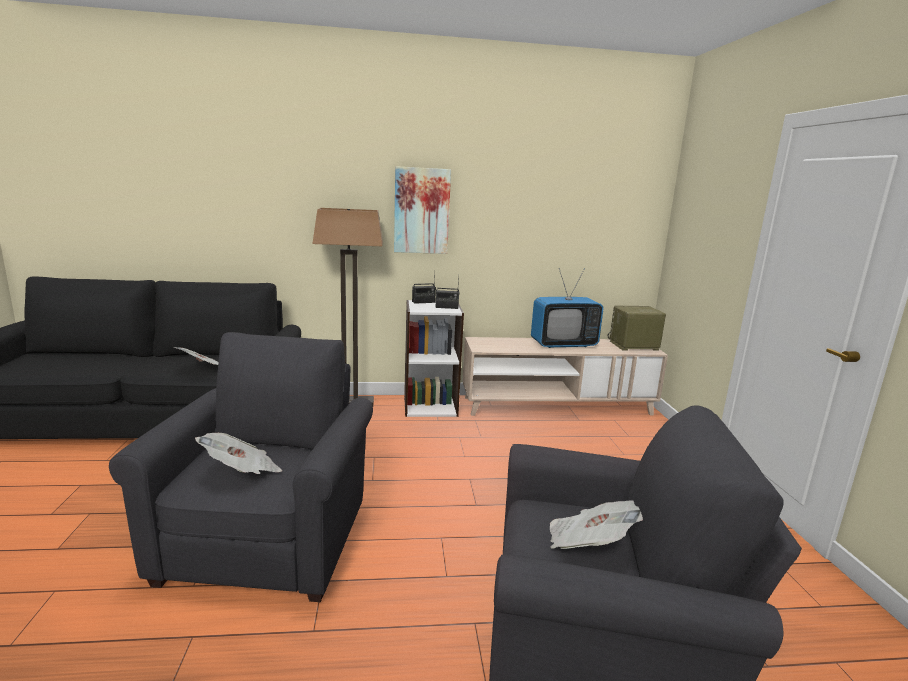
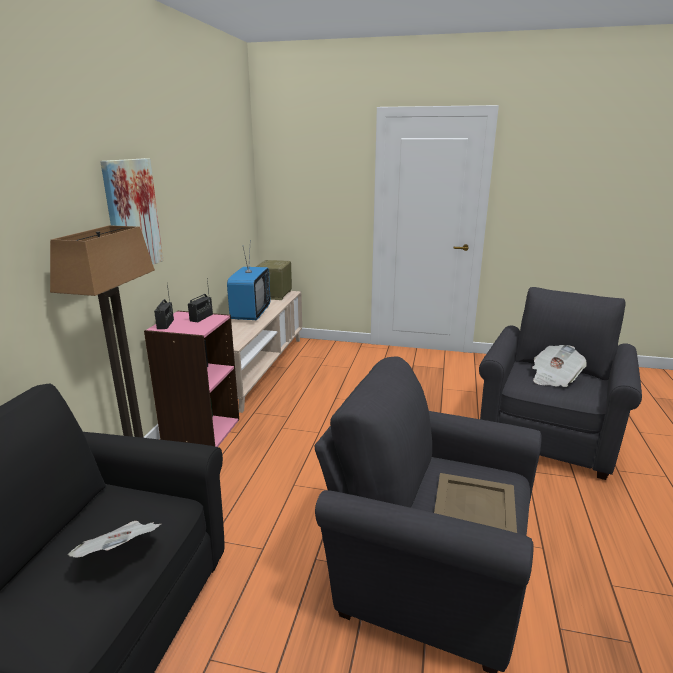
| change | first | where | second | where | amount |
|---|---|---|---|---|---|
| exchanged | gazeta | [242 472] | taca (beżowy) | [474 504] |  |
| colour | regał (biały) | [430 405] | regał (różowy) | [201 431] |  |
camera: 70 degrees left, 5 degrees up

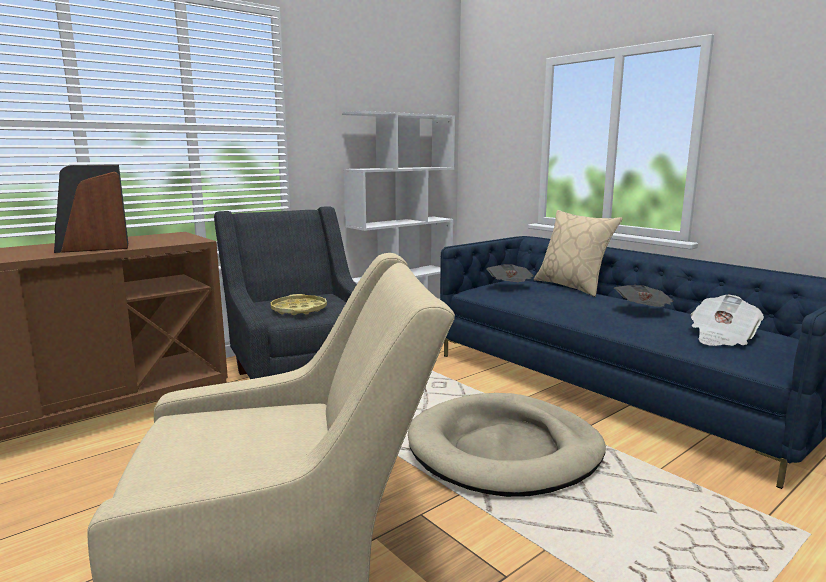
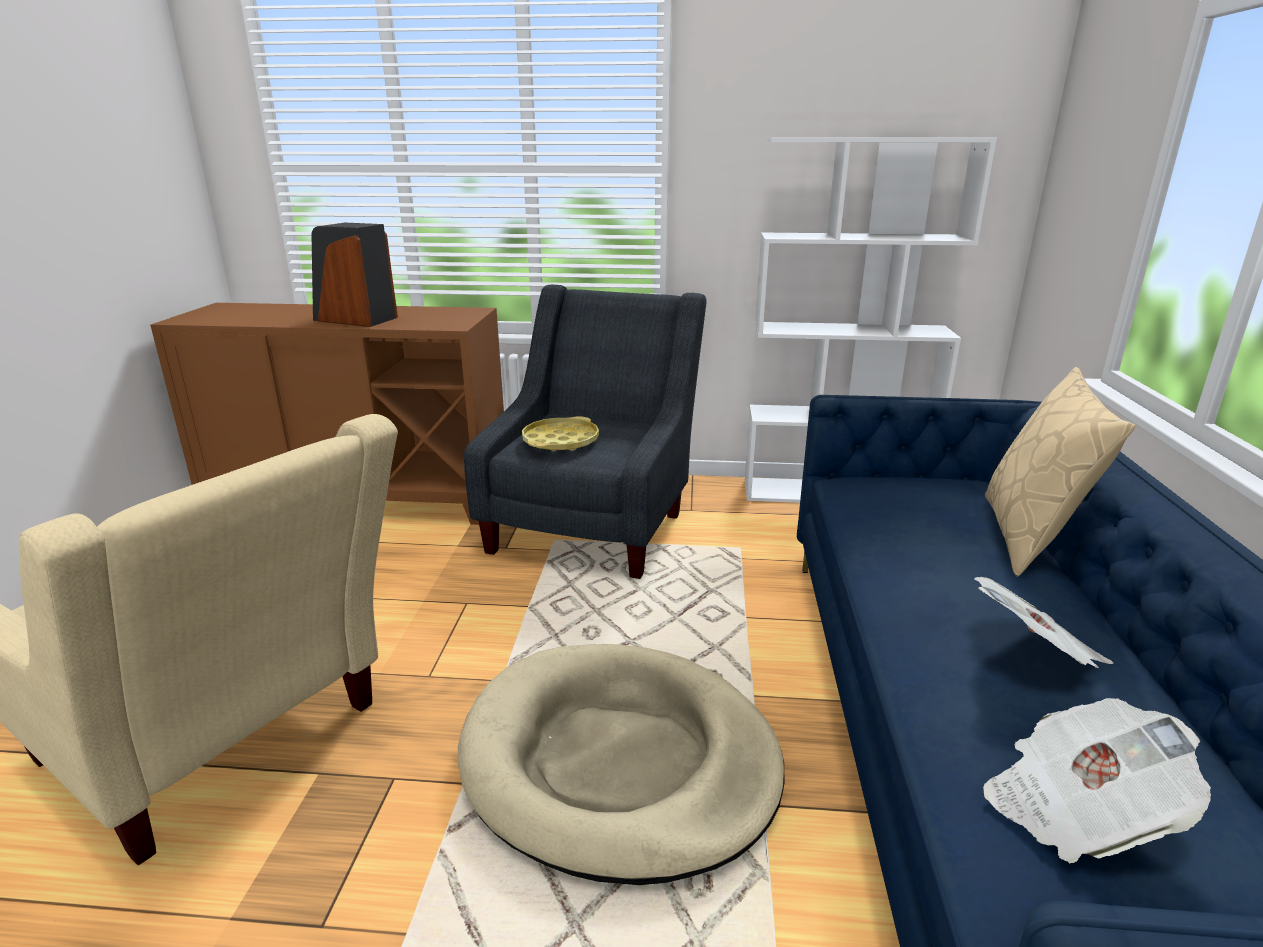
| change | first | where | second | where | amount |
|---|---|---|---|---|---|
| missing | gazeta | [510 286] |  |  |  |
camera: 45 degrees right, 10 degrees up

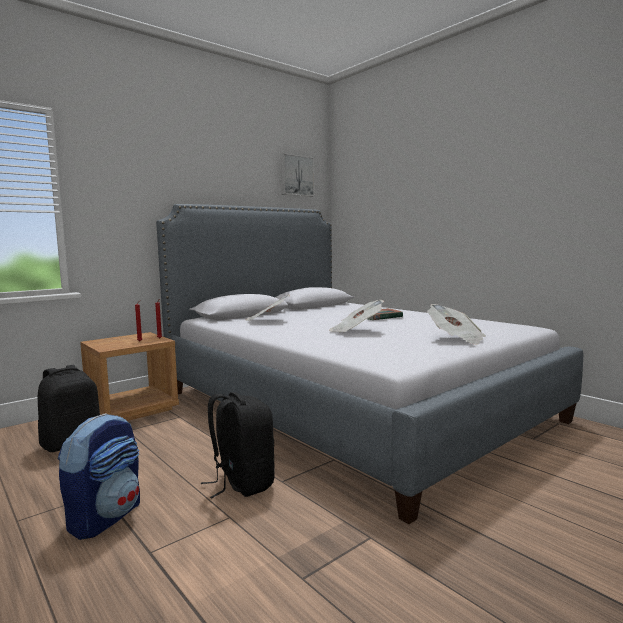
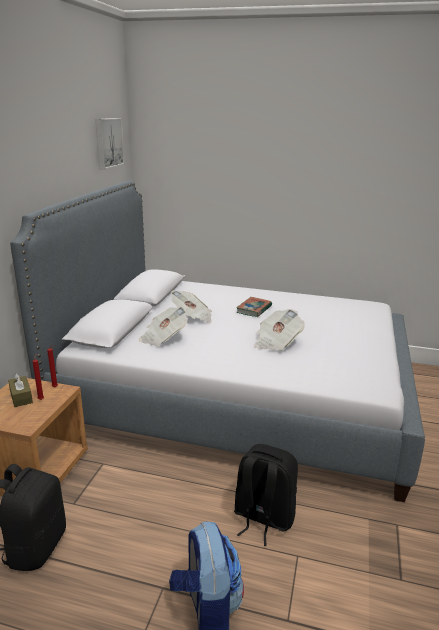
| change | first | where | second | where | amount |
|---|---|---|---|---|---|
| appeared |  |  | pudełko chusteczek (brązowy) | [21 397] |  |
| relocated | gazeta | [456 339] |  | [192 317] |  |
camera: 35 degrees left, 15 degrees up

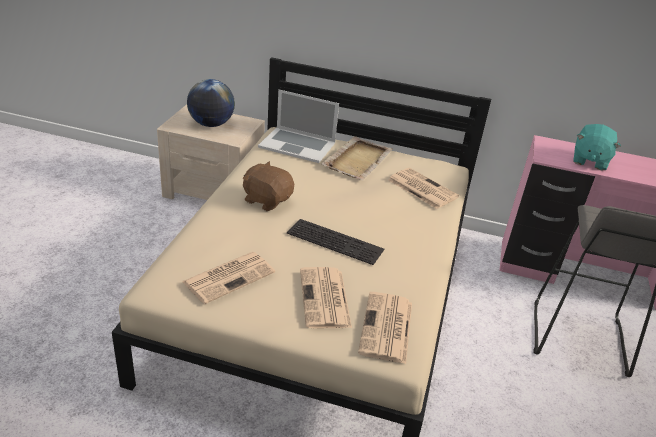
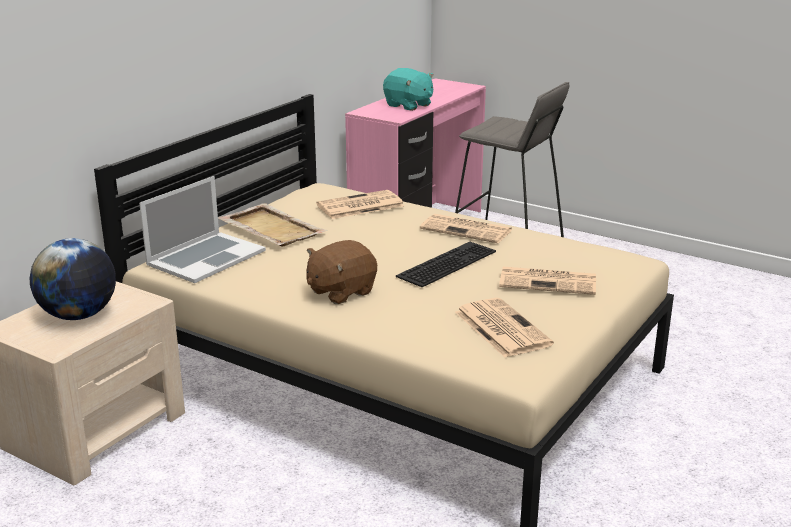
| change | first | where | second | where | amount |
|---|---|---|---|---|---|
| relocated | gazeta | [386 328] |  | [467 229] |  |
camera: 70 degrees left, 10 degrees down

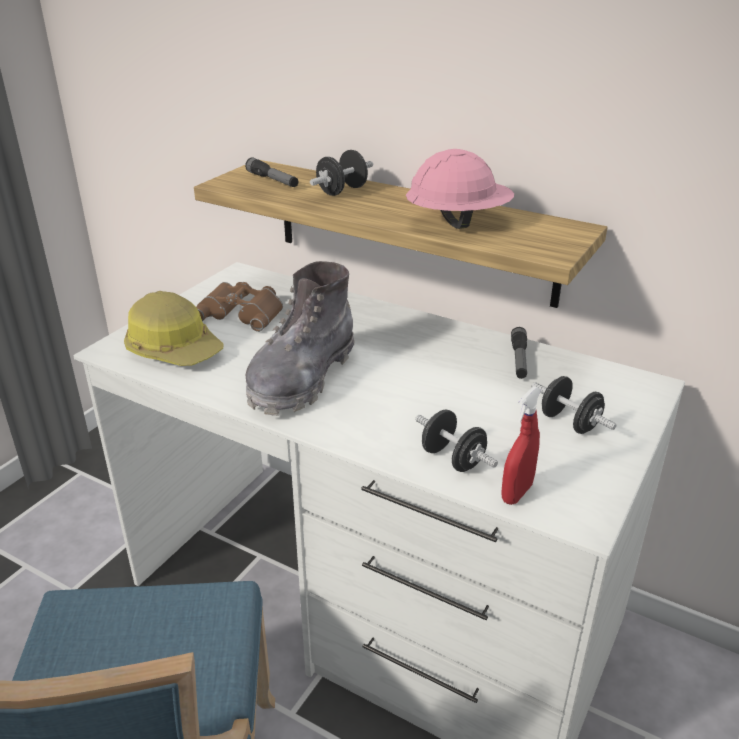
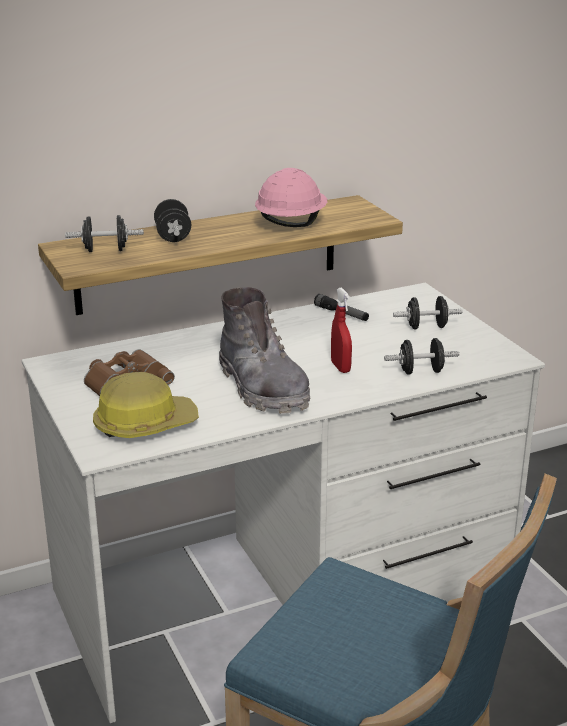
| change | first | where | second | where | amount |
|---|---|---|---|---|---|
| relocated | spryskiwacz (czerwony) | [517 493] |  | [340 367] |  |
| exchanged | latarka | [272 180] | hantel (czarny) | [105 250] |  |
camera: 55 degrees left, 5 degrees down

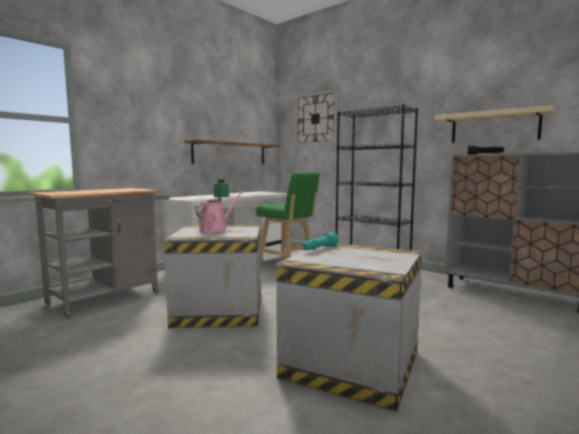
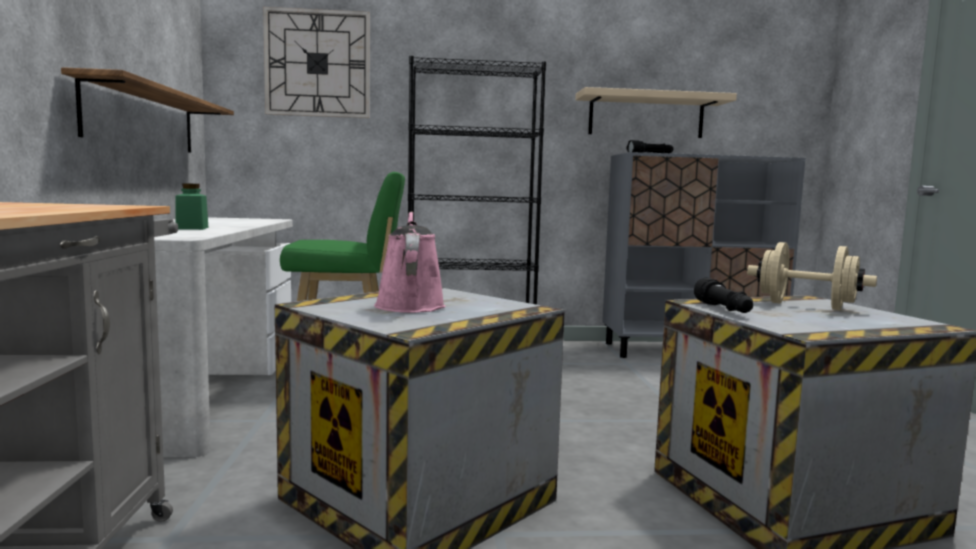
| change | first | where | second | where | amount |
|---|---|---|---|---|---|
| appeared |  |  | hantel (beżowy) | [806 306] |  |
| colour | latarka (turkusowy) | [319 249] | latarka (czarny) | [723 310] |  |
camera: 45 degrees left, 0 degrees up

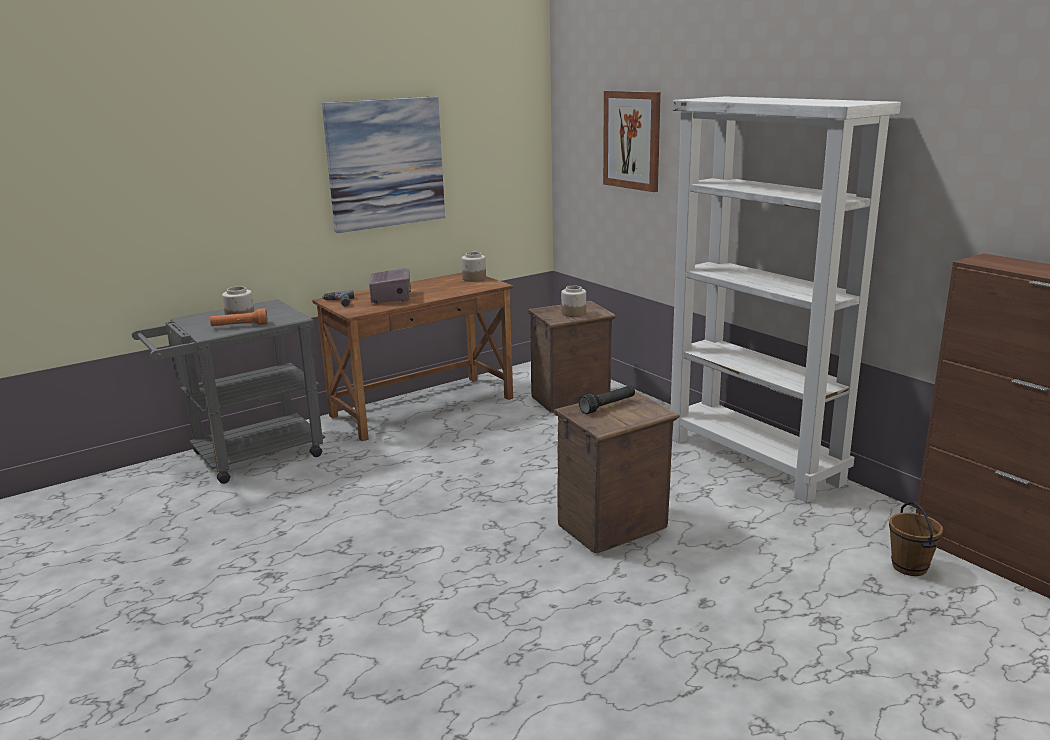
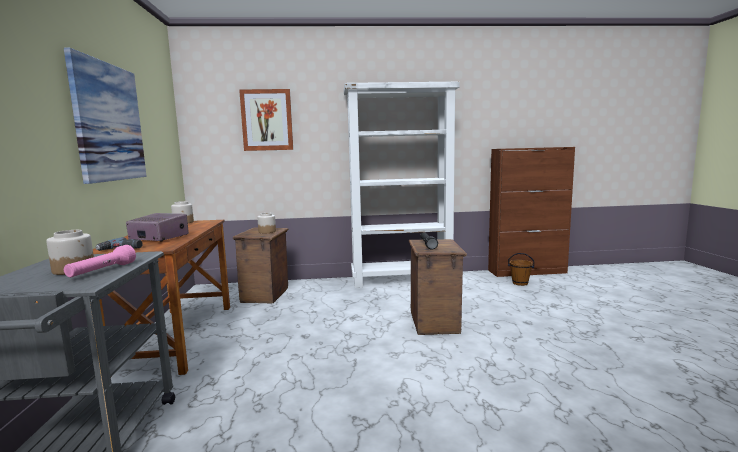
| change | first | where | second | where | amount |
|---|---|---|---|---|---|
| colour | latarka (pomarańczowy) | [240 326] | latarka (różowy) | [102 271] |  |
camera: 60 degrees left, 10 degrees down

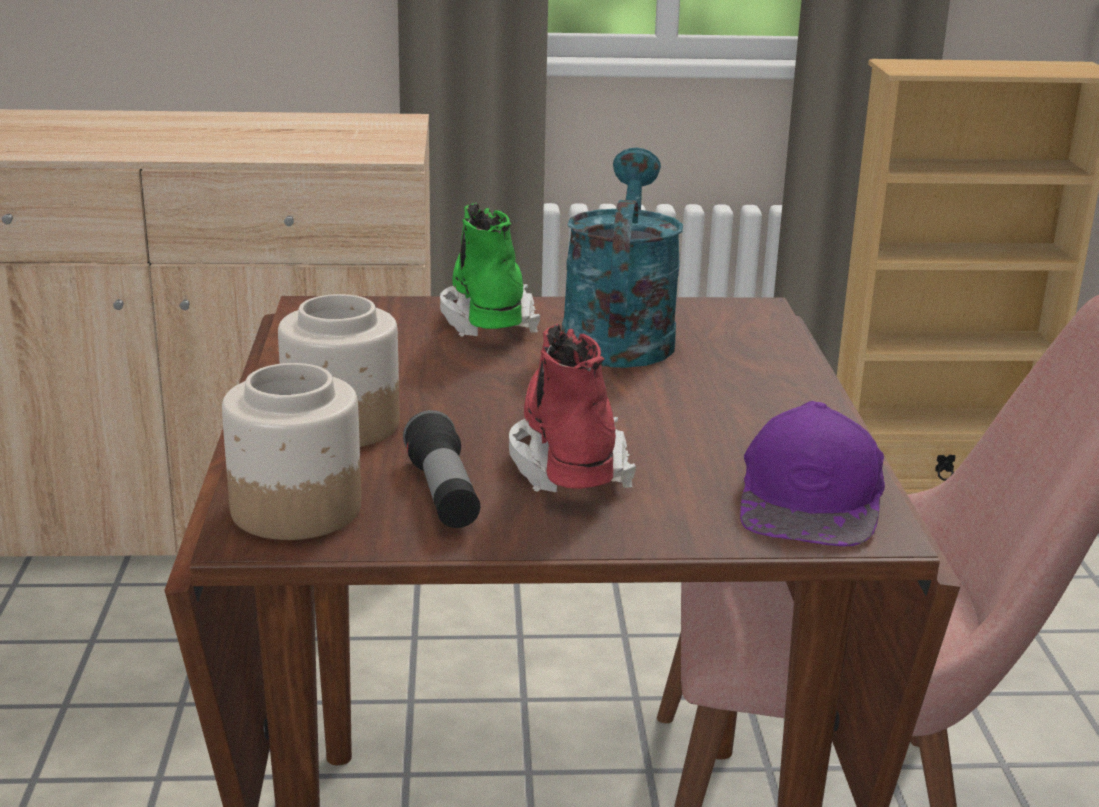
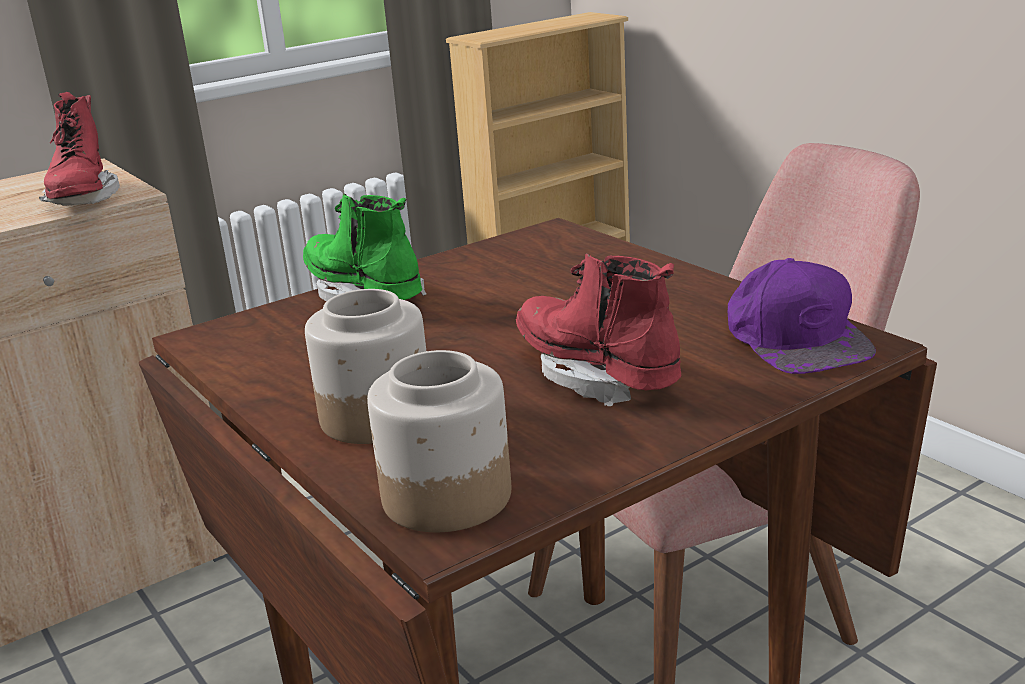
| change | first | where | second | where | amount |
|---|---|---|---|---|---|
| missing | latarka | [443 494] |  |  |  |
| missing | konewka (turkusowy) | [619 334] |  |  |  |
| appeared |  |  | but z cholewką (czerwony) | [83 200] |  |
camera: 30 degrees left, 0 degrees up

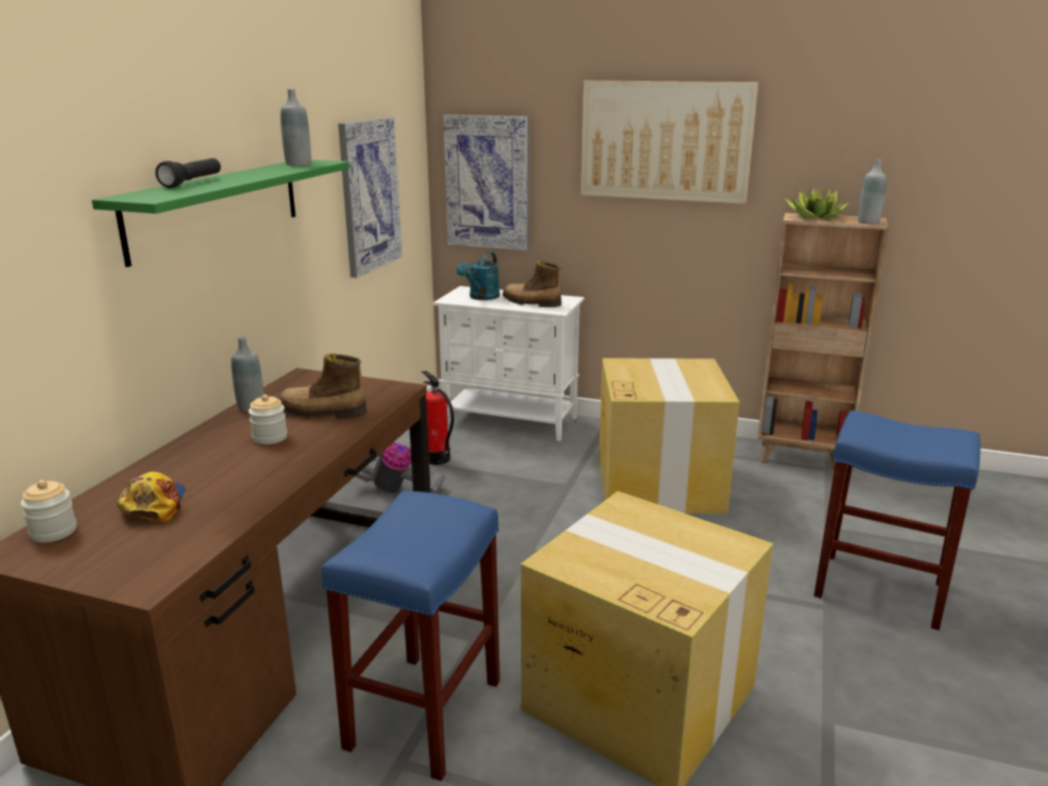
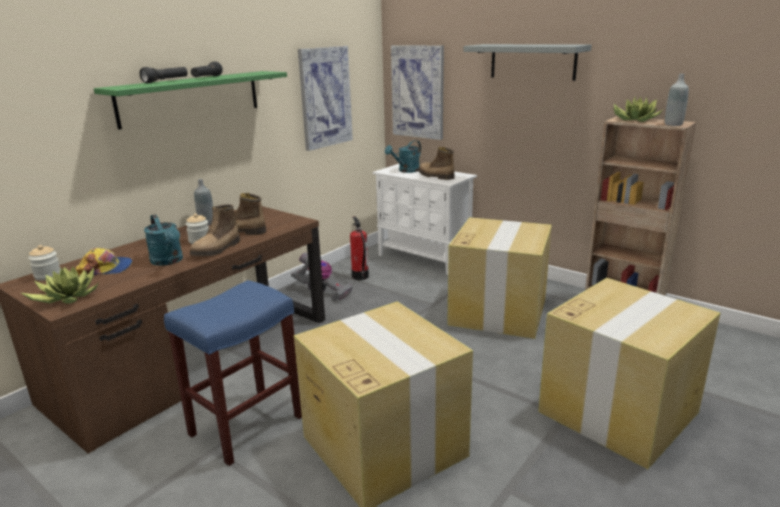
| change | first | where | second | where | amount |
|---|---|---|---|---|---|
| missing | butelka (szary) | [298 164] |  |  |  |
| appeared |  |  | roślina doniczkowa | [67 297] |  |
| appeared |  |  | konewka (turkusowy) | [169 261] |  |
| appeared |  |  | but z cholewką | [217 250] |  |
| appeared |  |  | latarka (czarny) | [207 78] |  |
| exchanged | obraz | [665 141] | półka (szary) | [532 61] |  |
| exchanged | stołek (niebieski) | [881 589] | karton | [619 411] |  |
| spun | czapka z daszkiem | [153 504] |  | [106 268] | 75 degrees clockwise |
camera: 20 degrees right, 0 degrees up

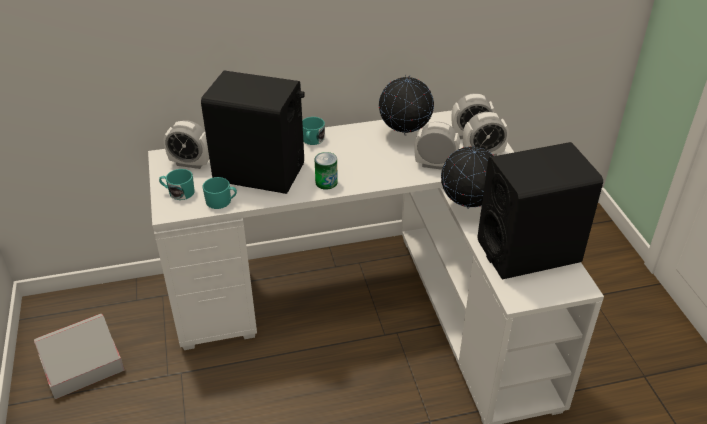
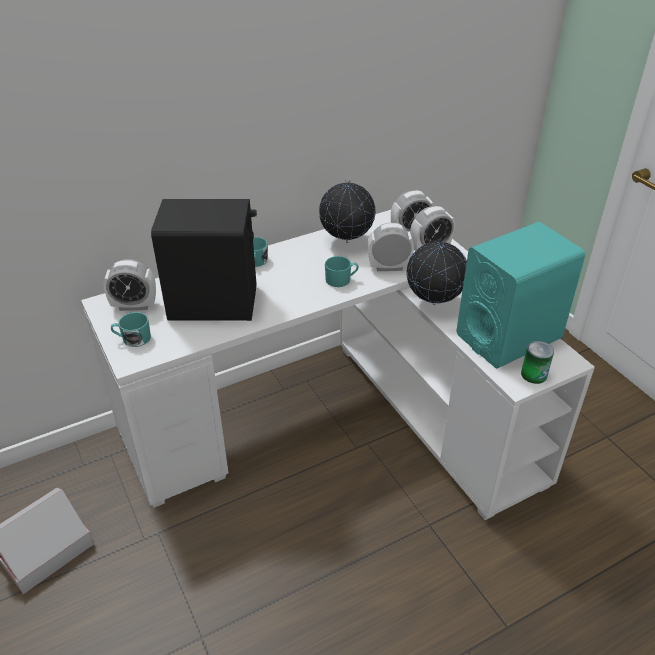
| change | first | where | second | where | amount |
|---|---|---|---|---|---|
| relocated | kubek (turkusowy) | [222 201] |  | [341 280] |  |
| relocated | puszka | [326 182] |  | [534 374] |  |
| colour | głośnik (czarny) | [528 251] | głośnik (turkusowy) | [508 336] |  |
camera: 15 degrees left, 0 degrees up

